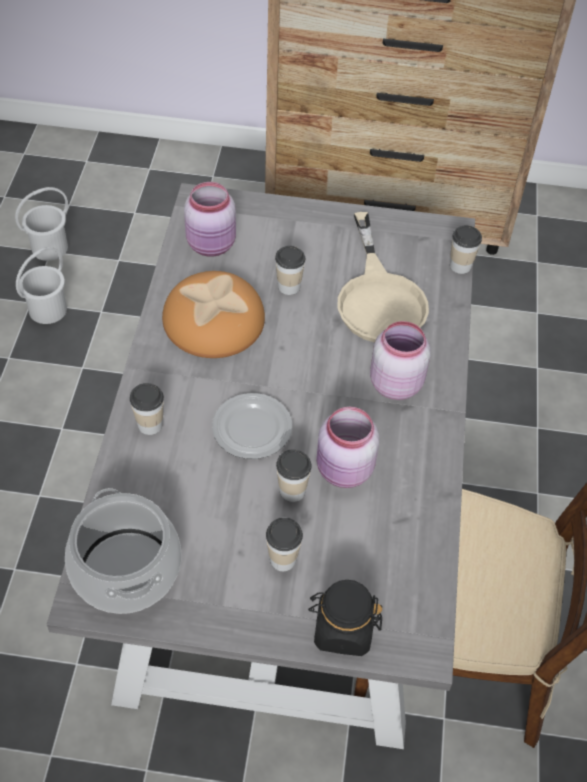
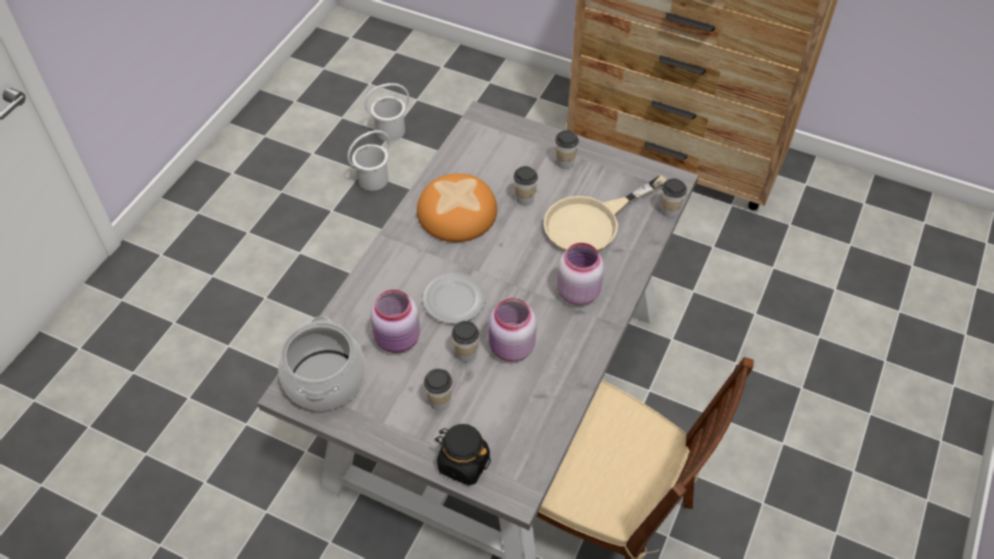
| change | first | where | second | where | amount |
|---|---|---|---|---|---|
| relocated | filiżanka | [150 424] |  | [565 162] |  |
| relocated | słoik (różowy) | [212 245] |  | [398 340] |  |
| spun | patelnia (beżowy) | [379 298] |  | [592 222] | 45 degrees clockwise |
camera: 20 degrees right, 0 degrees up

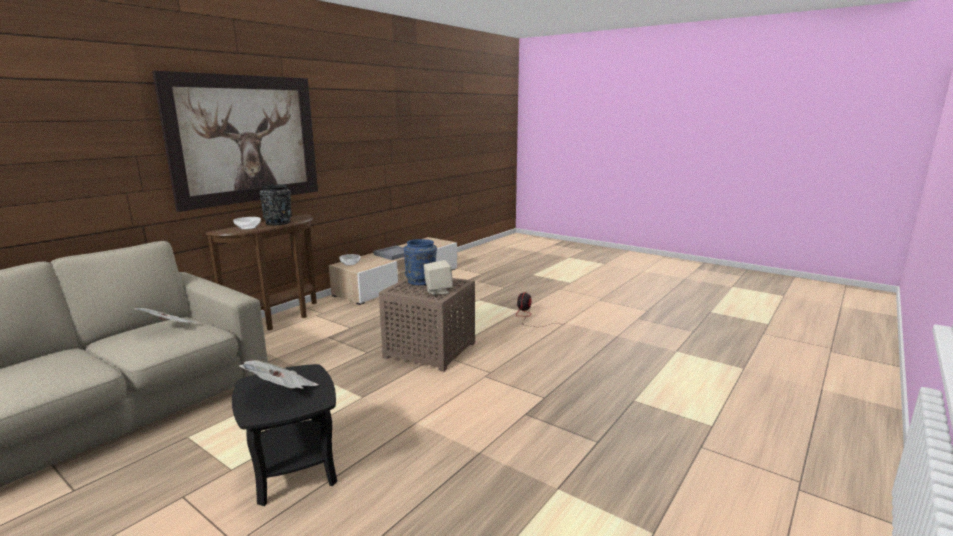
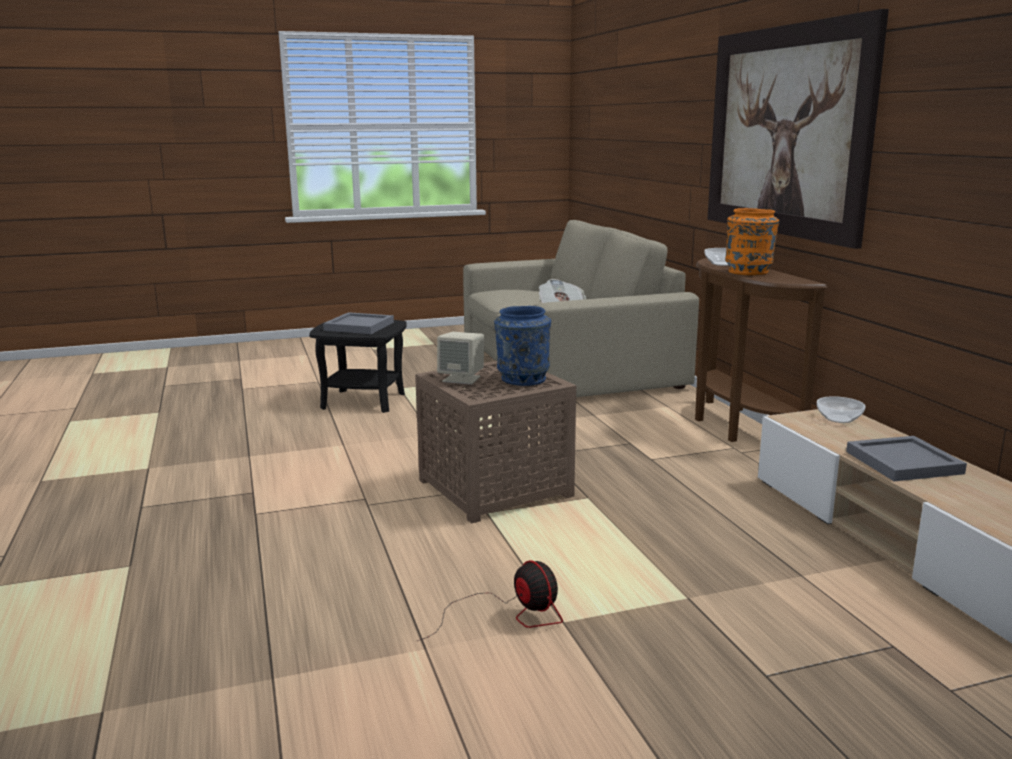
| change | first | where | second | where | amount |
|---|---|---|---|---|---|
| exchanged | gazeta | [282 391] | taca (szary) | [359 326] |  |
| colour | wazon (czarny) | [278 222] | wazon (pomarańczowy) | [749 272] |  |
camera: 125 degrees right, 0 degrees up

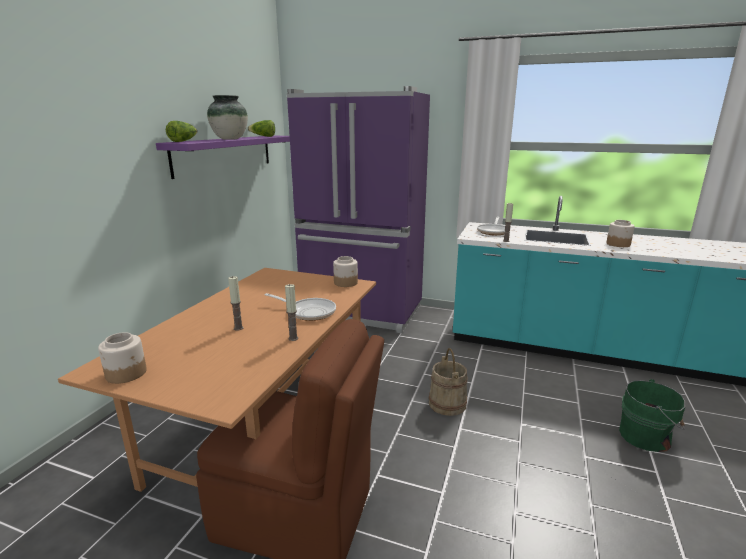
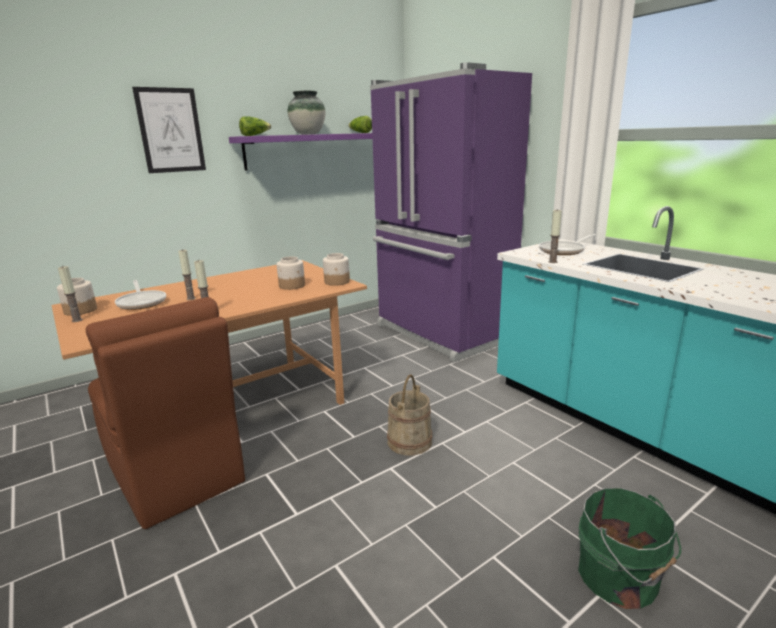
| change | first | where | second | where | amount |
|---|---|---|---|---|---|
| appeared |  |  | świeca | [77 320] |  |
| appeared |  |  | obraz | [171 130] |  |
| relocated | patelnia | [309 312] |  | [142 302] |  |
| relocated | słoik | [618 244] |  | [292 286] |  |
camera: 35 degrees right, 0 degrees up

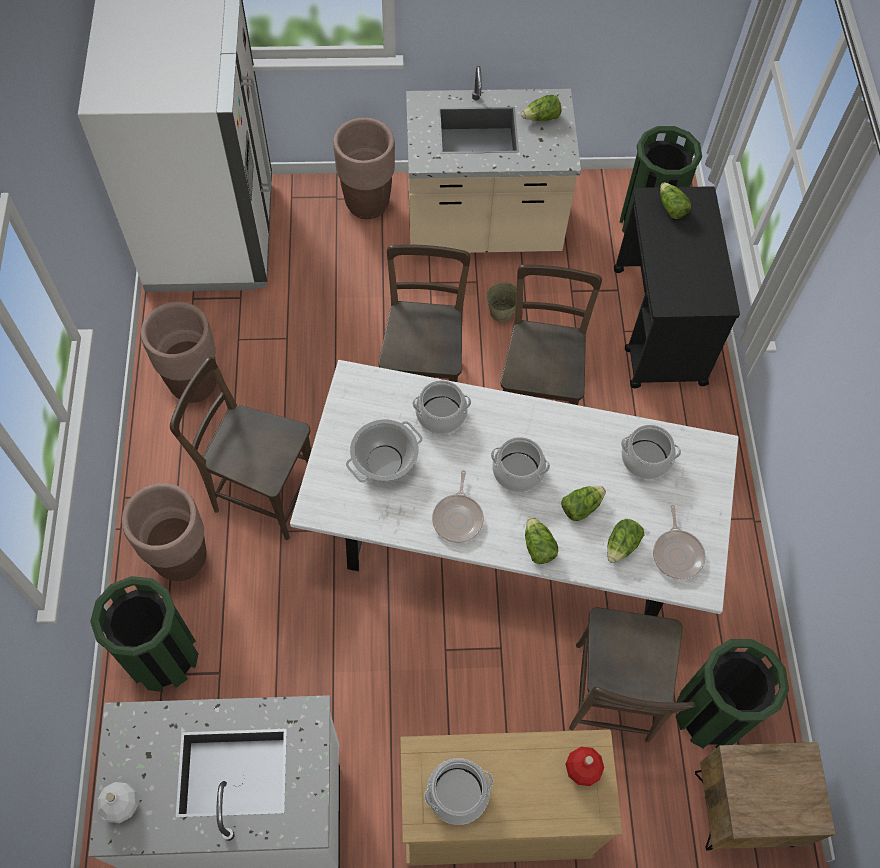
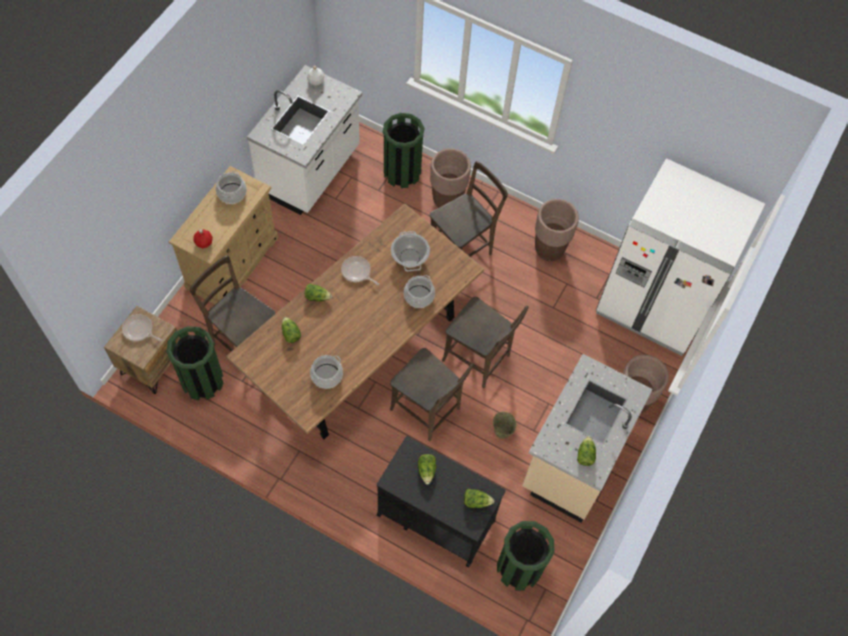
| change | first | where | second | where | amount |
|---|---|---|---|---|---|
| missing | garnek | [518 471] |  |  |  |
| relocated | sałata | [581 506] |  | [427 470] |  |
| relocated | patelnia | [677 553] |  | [139 330] |  |
| colour | stół jadalny (biały) | [508 533] | stół jadalny (brązowy) | [360 348] |  |
camera: 120 degrees right, 0 degrees up

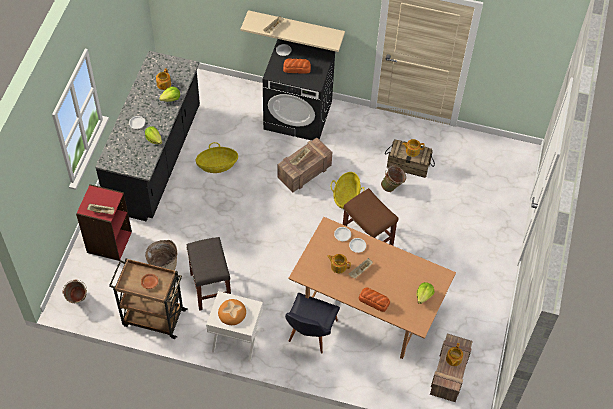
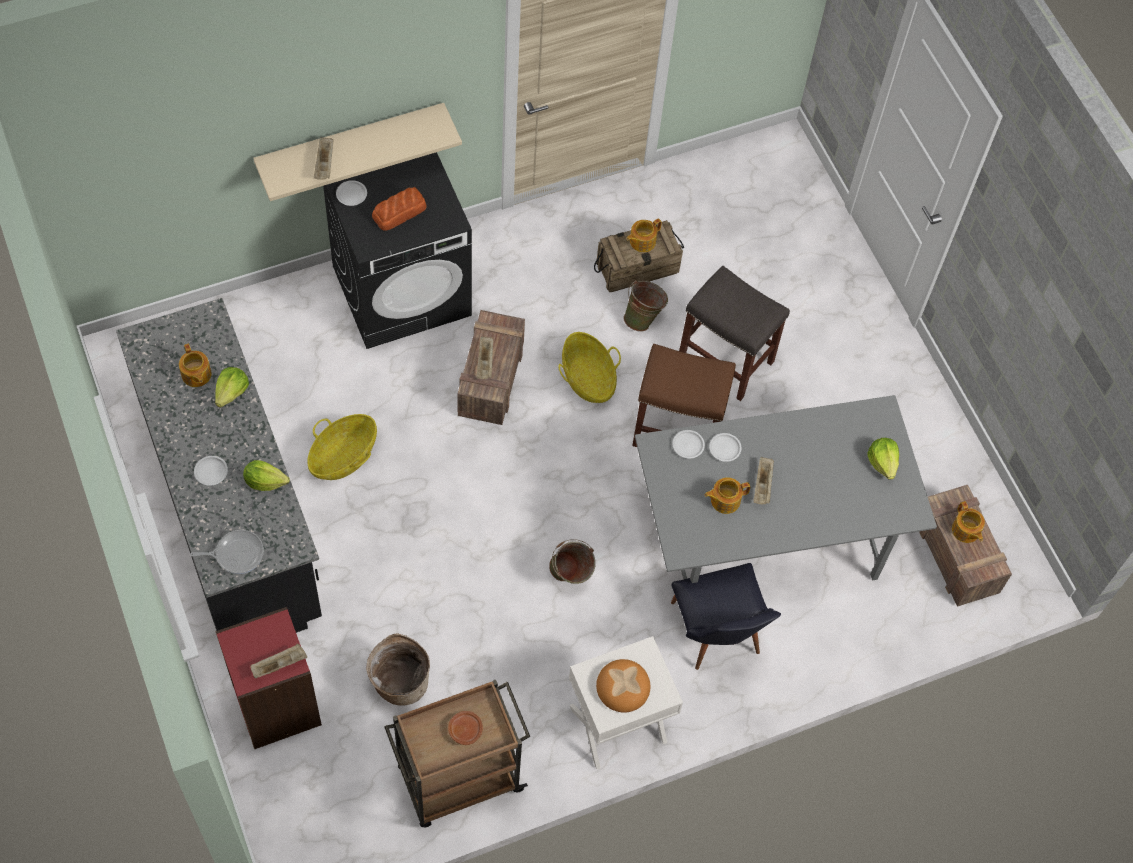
| change | first | where | second | where | amount |
|---|---|---|---|---|---|
| missing | chleb | [373 300] |  |  |  |
| appeared |  |  | patelnia | [236 554] |  |
| relocated | wiadro (zielony) | [78 301] |  | [570 577] |  |
| relocated | stołek (szary) | [210 287] |  | [724 360] |  |
| colour | stół jadalny (brązowy) | [368 308] | stół jadalny (szary) | [767 535] |  |
camera: 40 degrees left, 5 degrees up

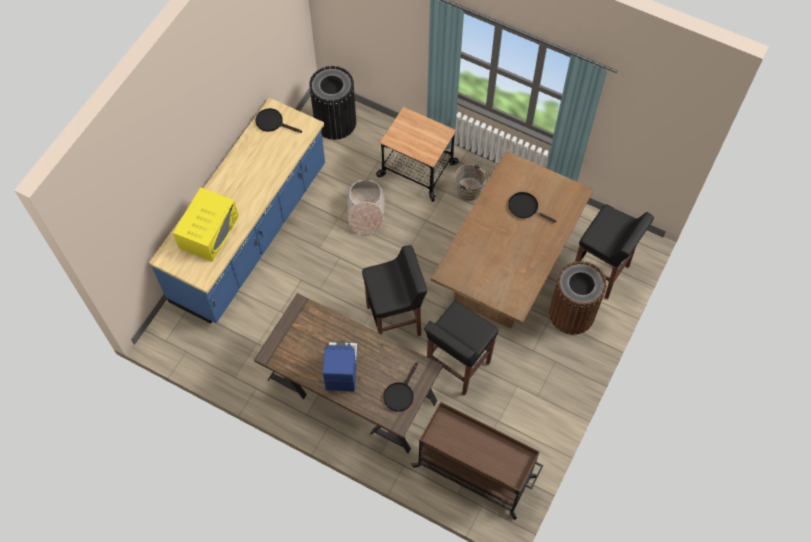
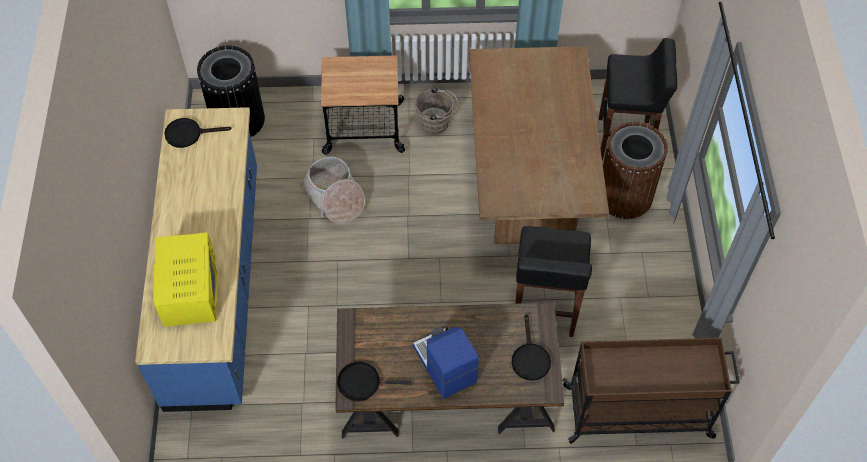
| change | first | where | second | where | amount |
|---|---|---|---|---|---|
| missing | stołek (czarny) | [395 321] |  |  |  |
| relocated | patelnia (czarny) | [525 207] |  | [362 383] |  |
camera: 30 degrees left, 5 degrees down

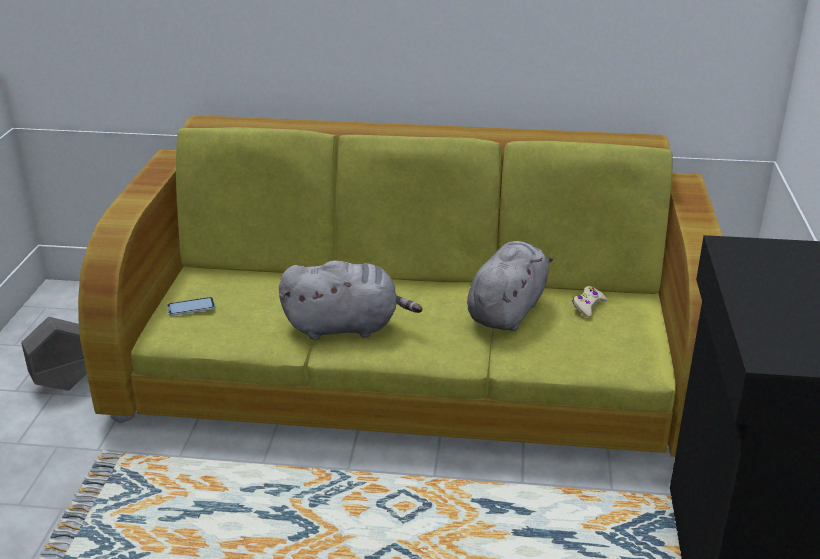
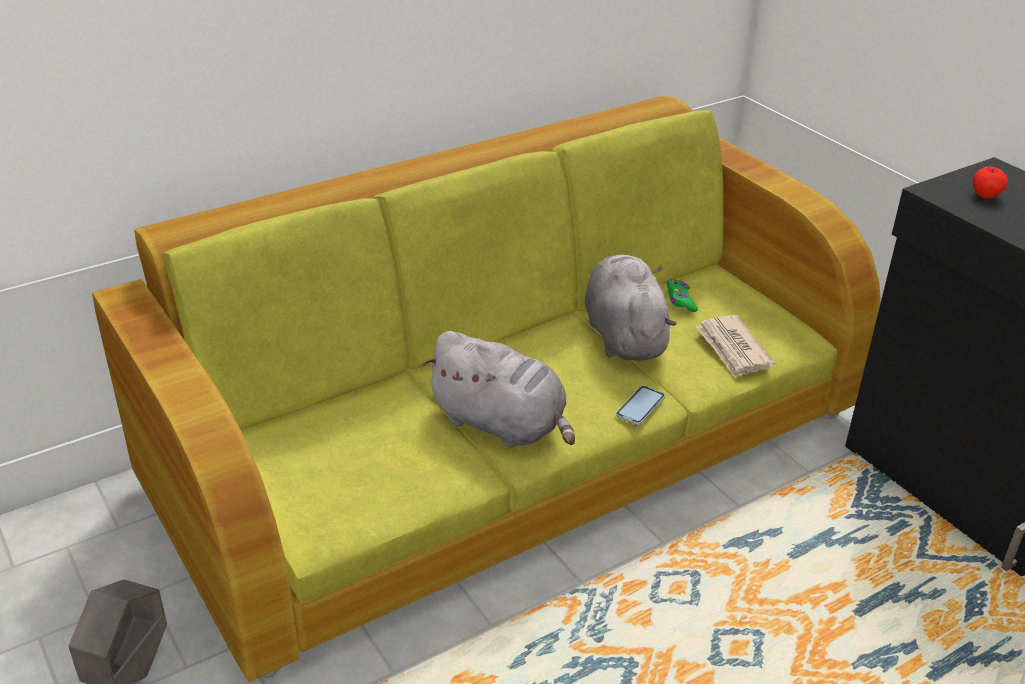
| change | first | where | second | where | amount |
|---|---|---|---|---|---|
| appeared |  |  | gazeta | [733 349] |  |
| appeared |  |  | jabłko | [985 195] |  |
| relocated | telefon | [191 307] |  | [640 406] |  |
| colour | pad do gier (beżowy) | [588 306] | pad do gier (zielony) | [680 300] |  |
| spun | pluszak (szary) | [346 327] |  | [502 425] | 75 degrees clockwise |
camera: 40 degrees left, 5 degrees up

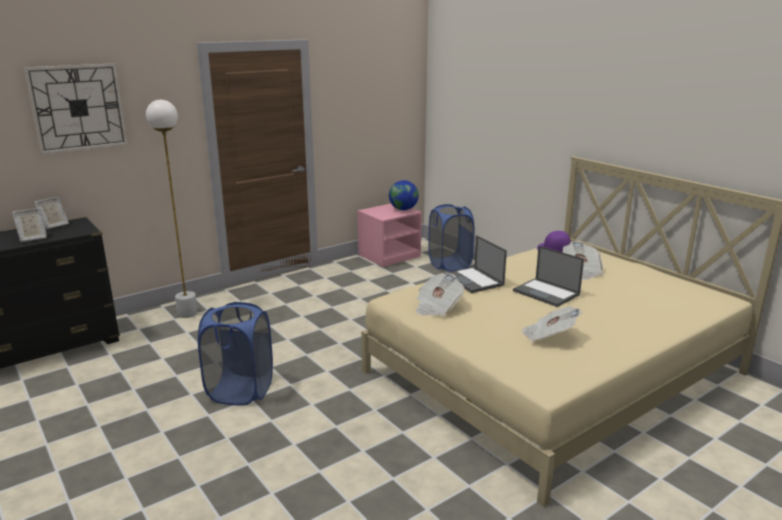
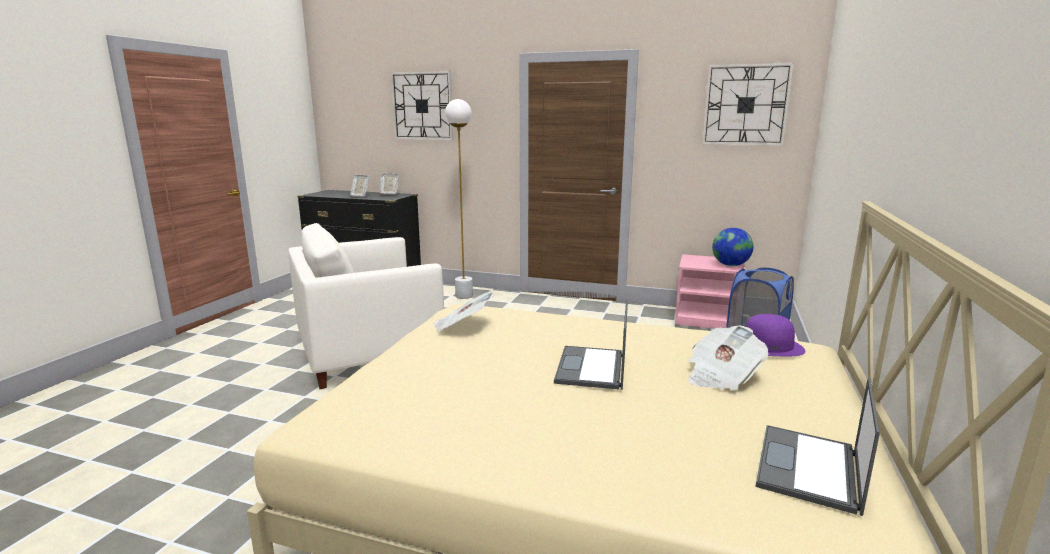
| change | first | where | second | where | amount |
|---|---|---|---|---|---|
| missing | gazeta | [548 336] |  |  |  |
| appeared |  |  | zegar ścienny | [745 105] |  |
| relocated | laptop | [474 280] |  | [809 469] |  |
| exchanged | kosz na pranie (niebieski) | [240 391] | fotel (biały) | [369 350] |  |
camera: 55 degrees right, 5 degrees down

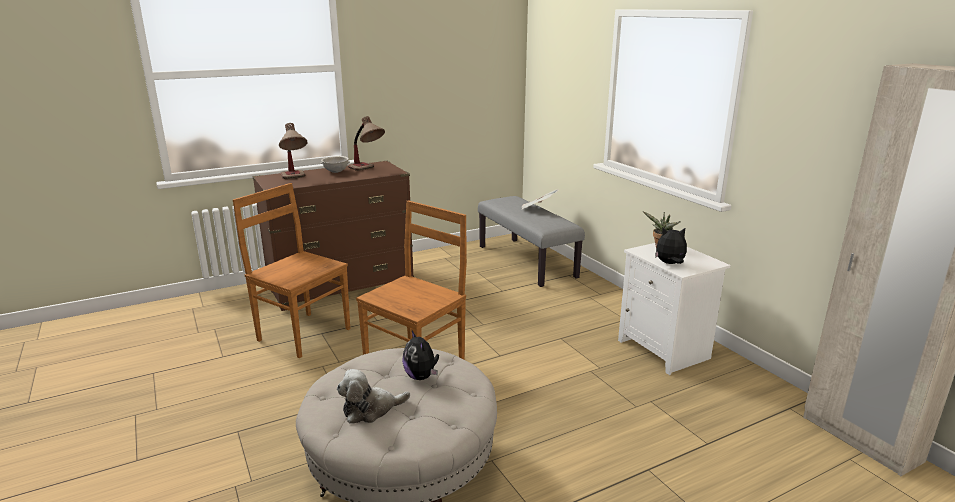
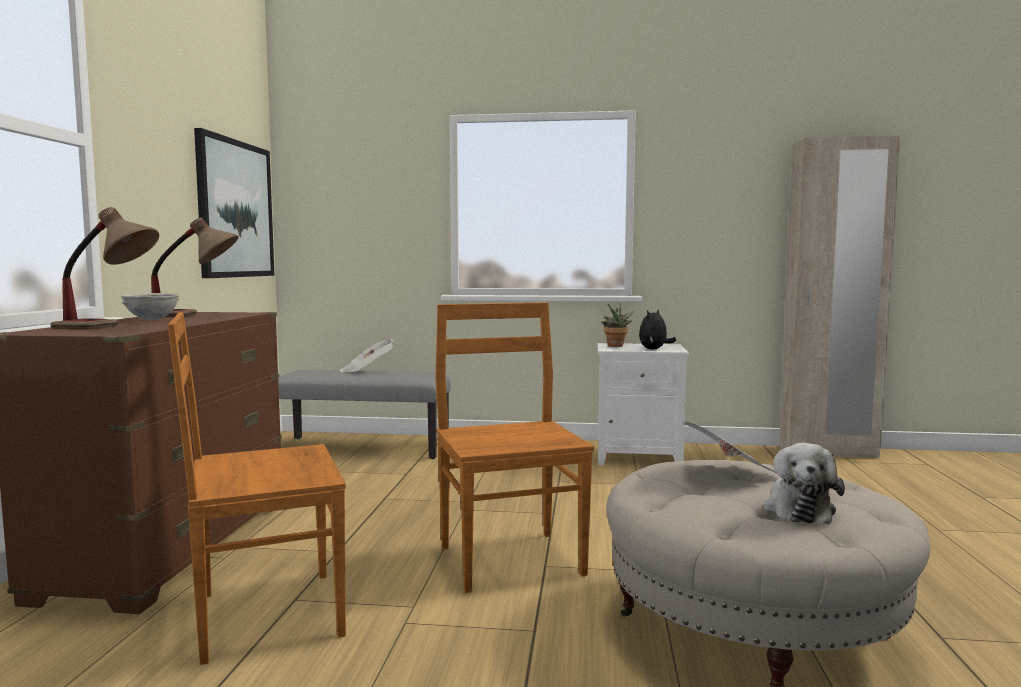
| change | first | where | second | where | amount |
|---|---|---|---|---|---|
| appeared |  |  | obraz | [235 209] |  |
| exchanged | pluszak | [421 376] | gazeta | [732 475] |  |
camera: 55 degrees left, 15 degrees down

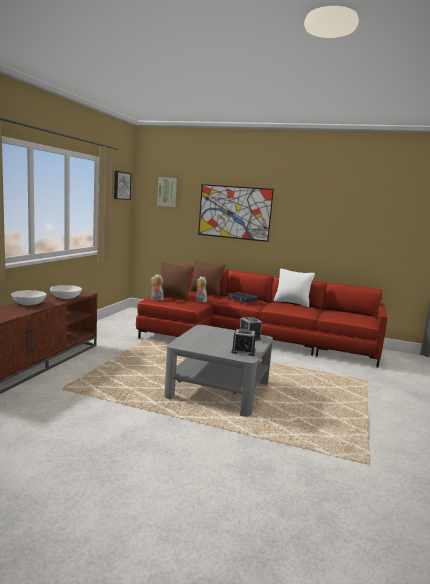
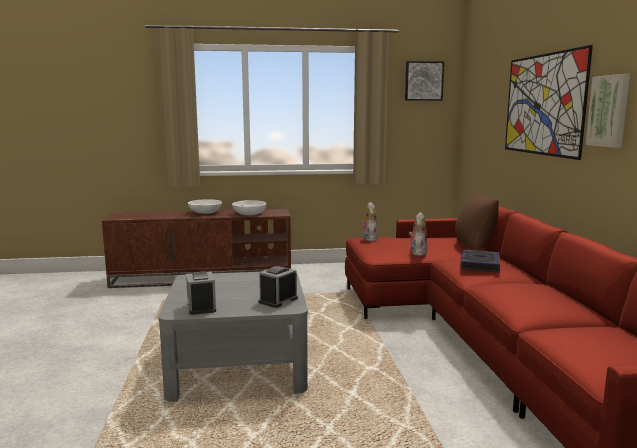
| change | first | where | second | where | amount |
|---|---|---|---|---|---|
| missing | poduszka (brązowy) | [173 296] |  |  |  |
| missing | poduszka (biały) | [292 303] |  |  |  |
| relocated | obraz | [167 192] |  | [609 111] |  |
camera: 65 degrees right, 0 degrees up

